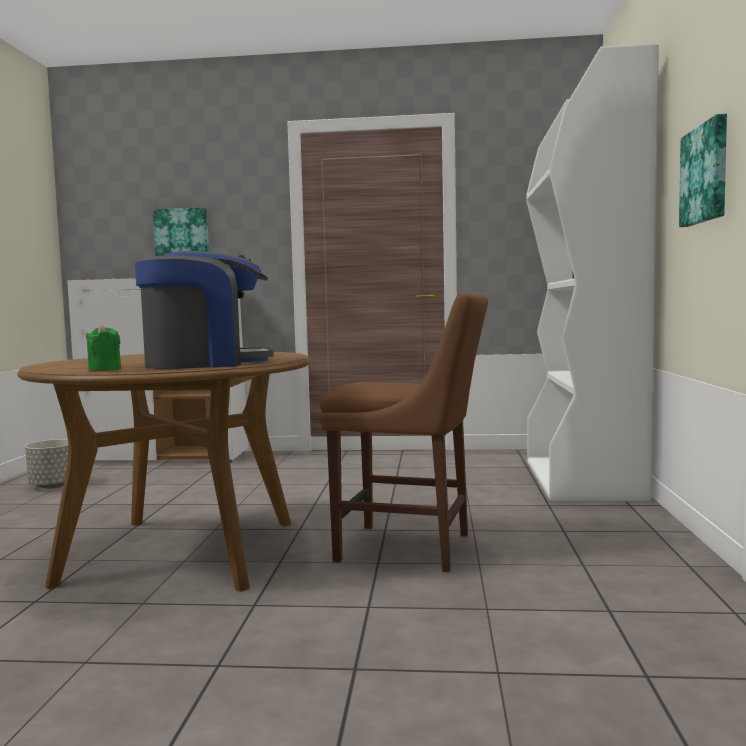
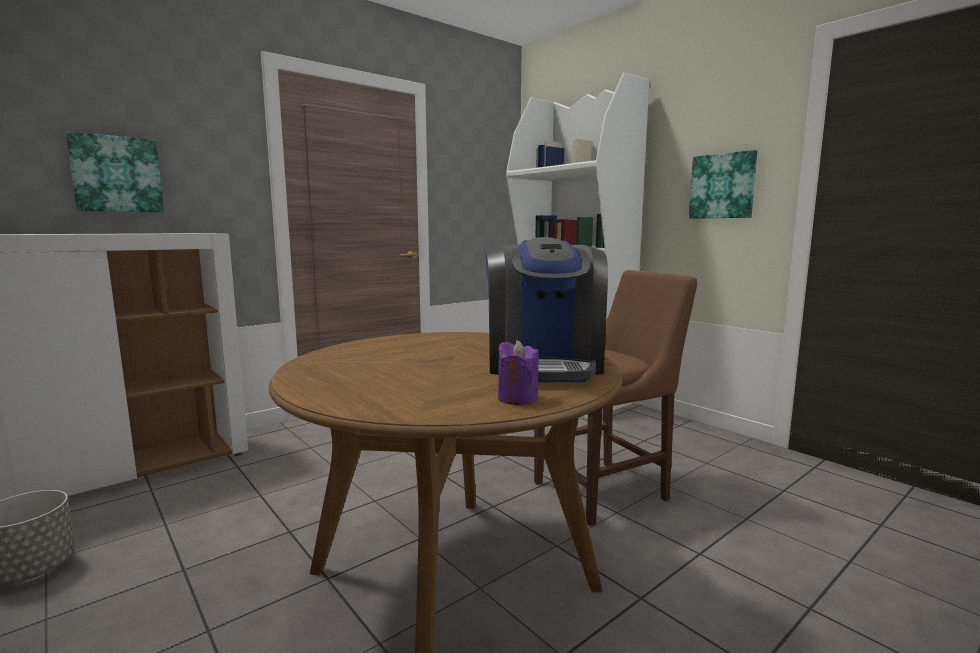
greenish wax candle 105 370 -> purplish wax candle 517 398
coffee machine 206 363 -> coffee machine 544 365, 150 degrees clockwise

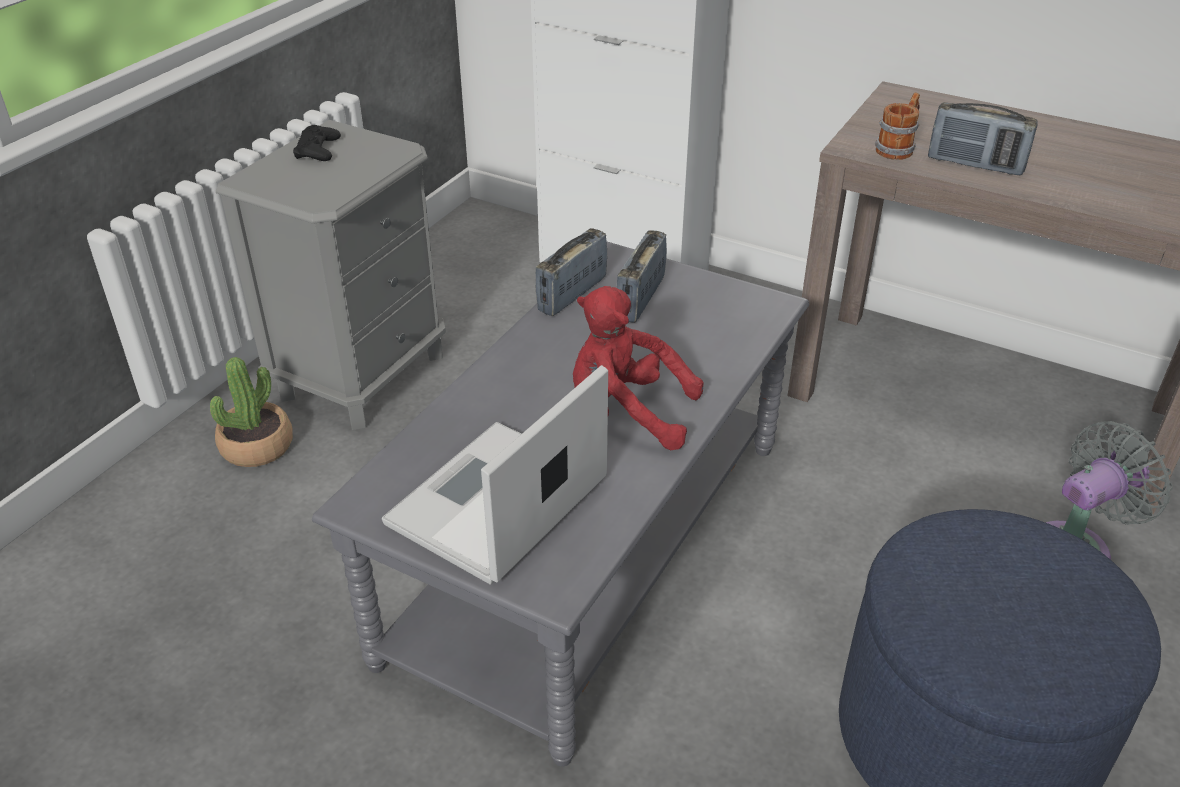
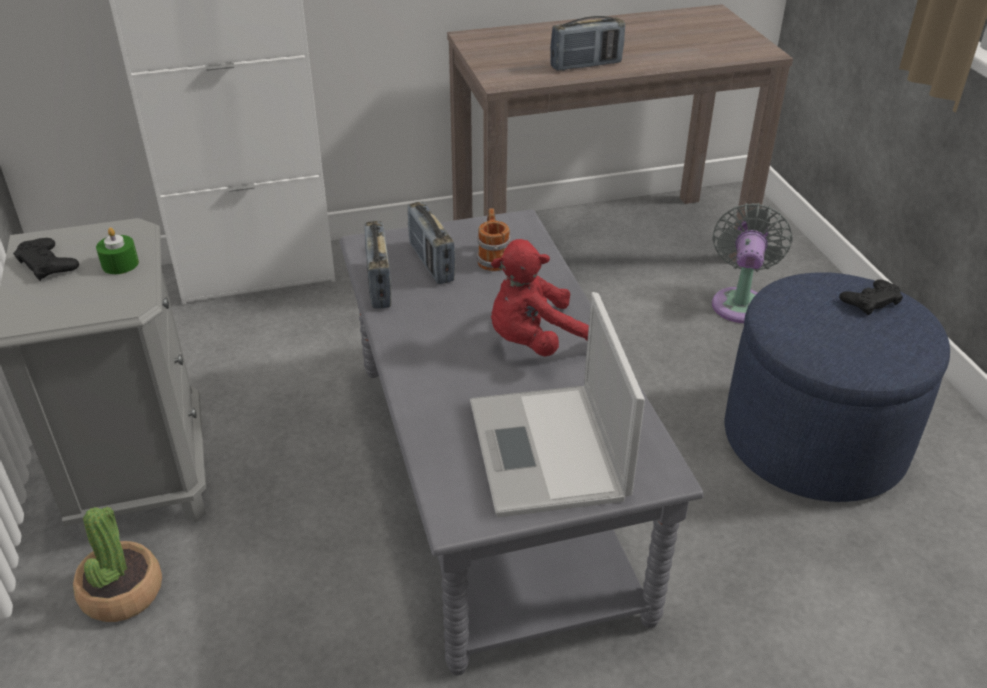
tea mug 897 148 -> tea mug 493 258, move
none -> greenish wax candle 120 264
none -> black game controller 870 301

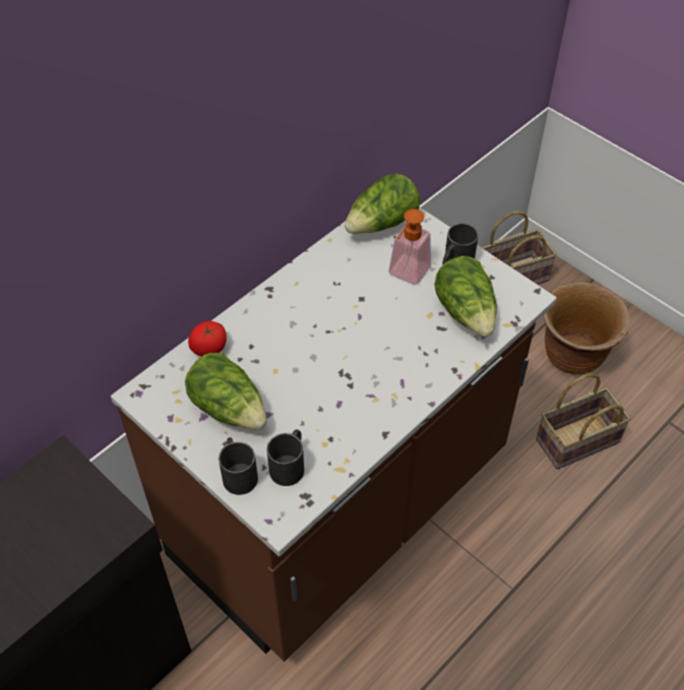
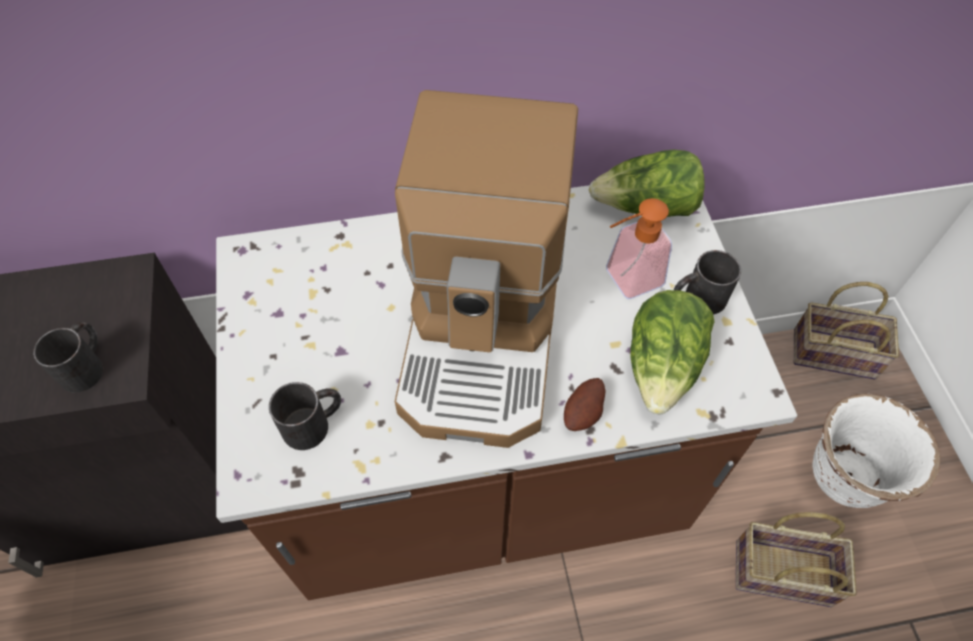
lettuce head 229 407 -> none
tomato 209 349 -> none
black tea mug 238 472 -> black tea mug 86 365, move
brown-coloured flower pot 573 356 -> white-coloured flower pot 845 478
none -> coffee machine 486 332
none -> potato 584 413

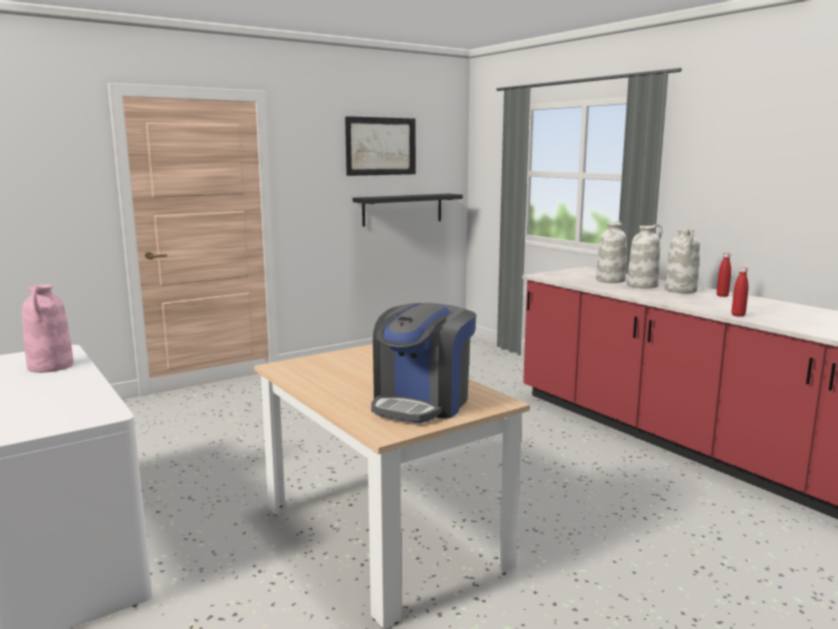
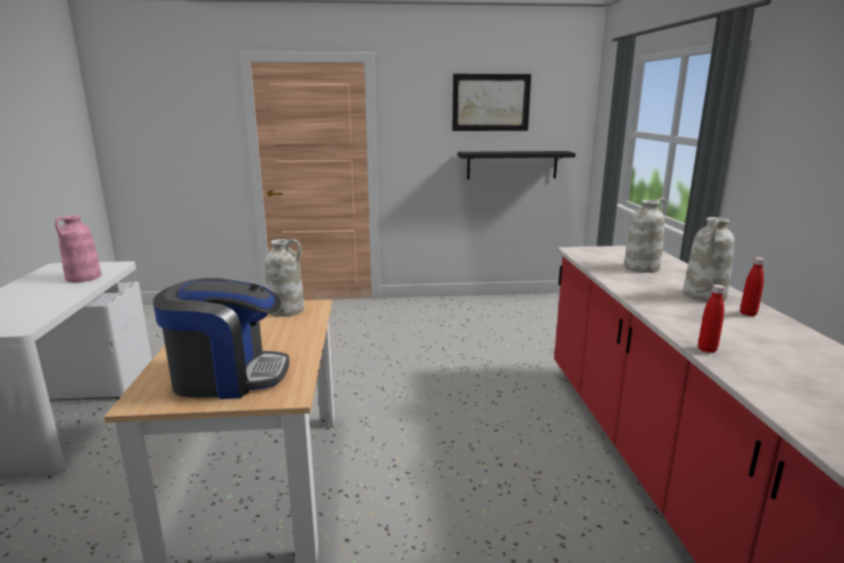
coffee machine 422 403 -> coffee machine 228 376, 150 degrees counterclockwise
white-coloured flower vase 642 285 -> white-coloured flower vase 286 310, move

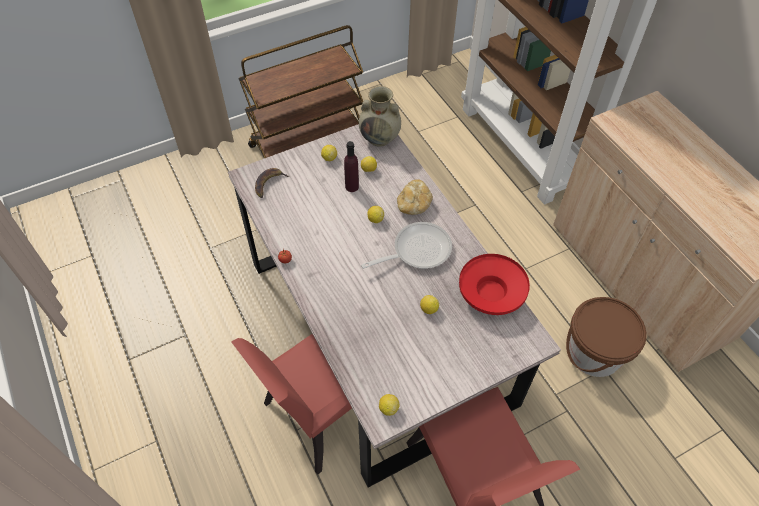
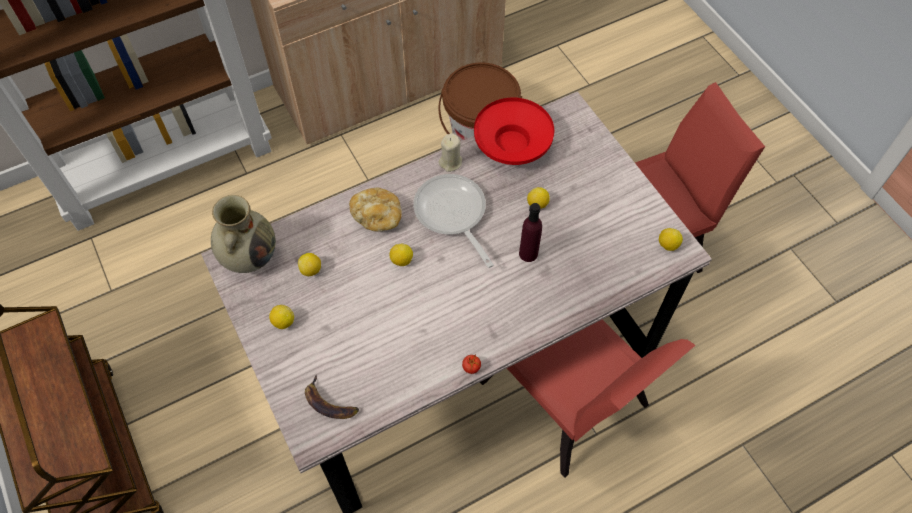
purplish beverage bottle 352 186 -> purplish beverage bottle 528 253, move
none -> sand-coloured wax candle 450 162

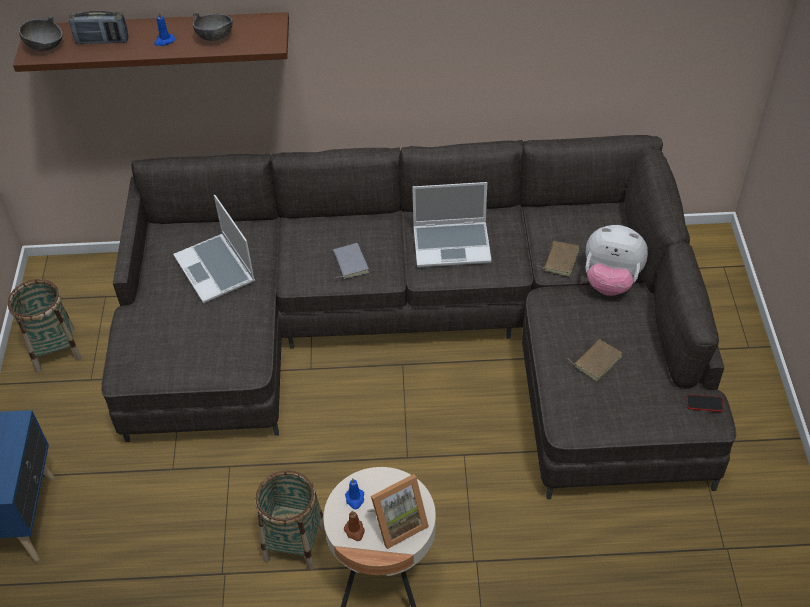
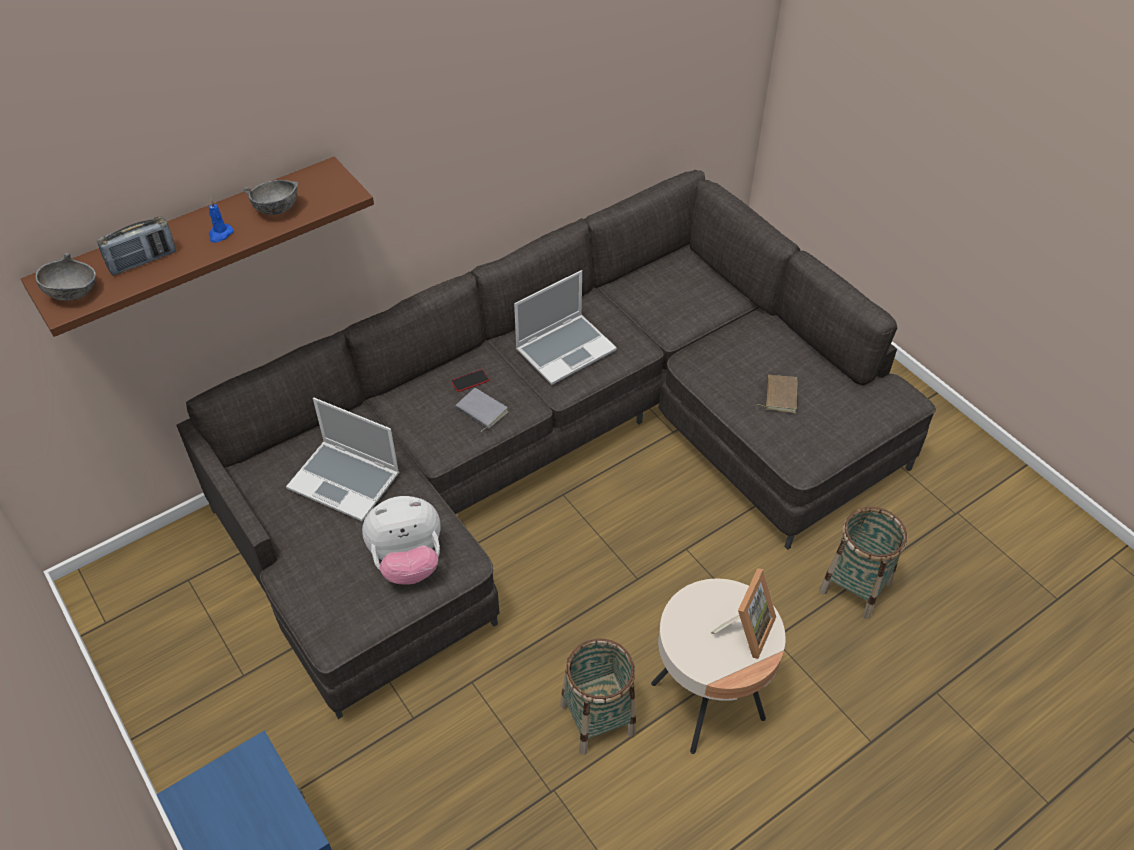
basket 55 349 -> basket 855 586, move
brown-coloured wax candle 355 531 -> none
bluish wax candle 355 499 -> none
brown-coloured bound book 560 260 -> none
soft toy 610 281 -> soft toy 408 561, move
handset 704 403 -> handset 470 381, move

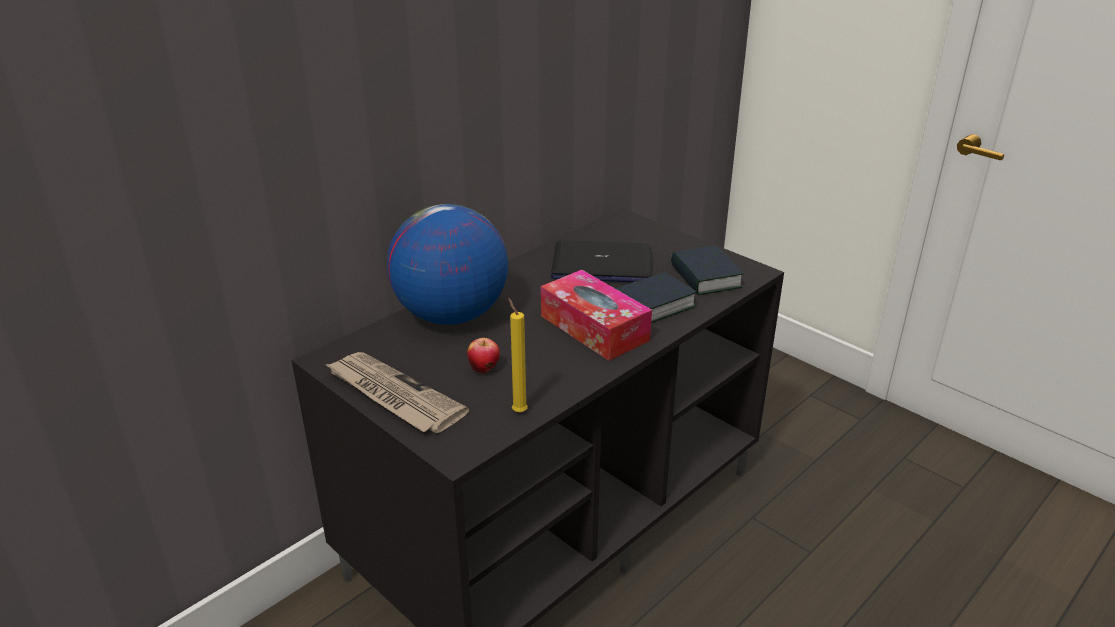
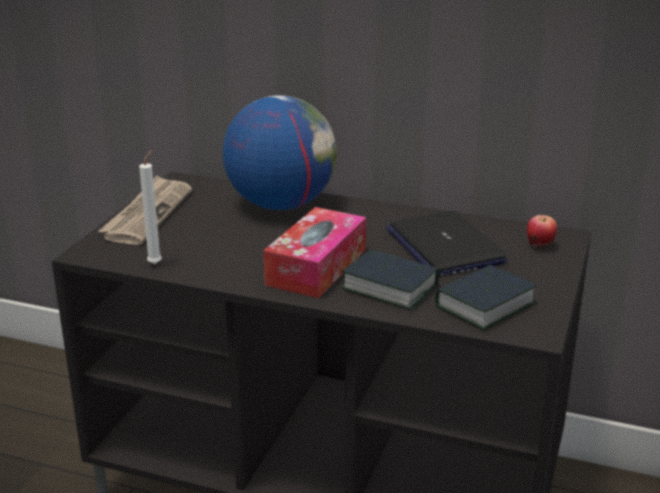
apple fruit 484 369 -> apple fruit 540 246, move
yellow-coloured wax candle 518 411 -> white-coloured wax candle 156 263

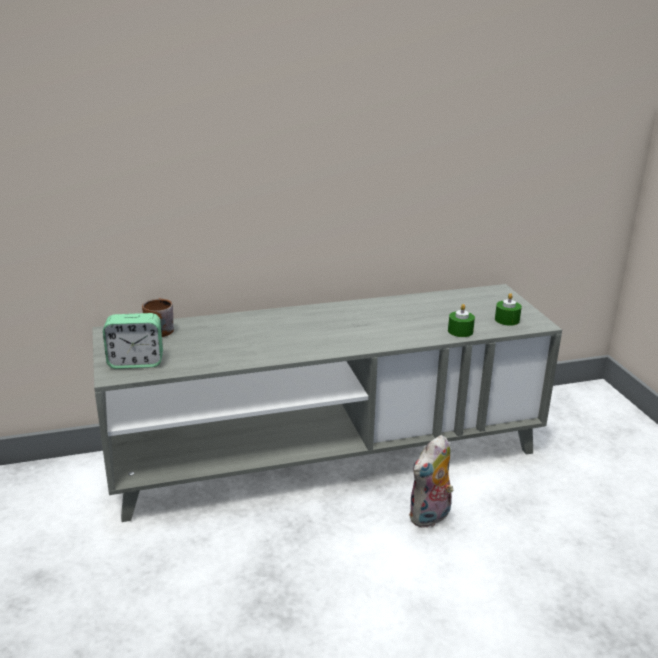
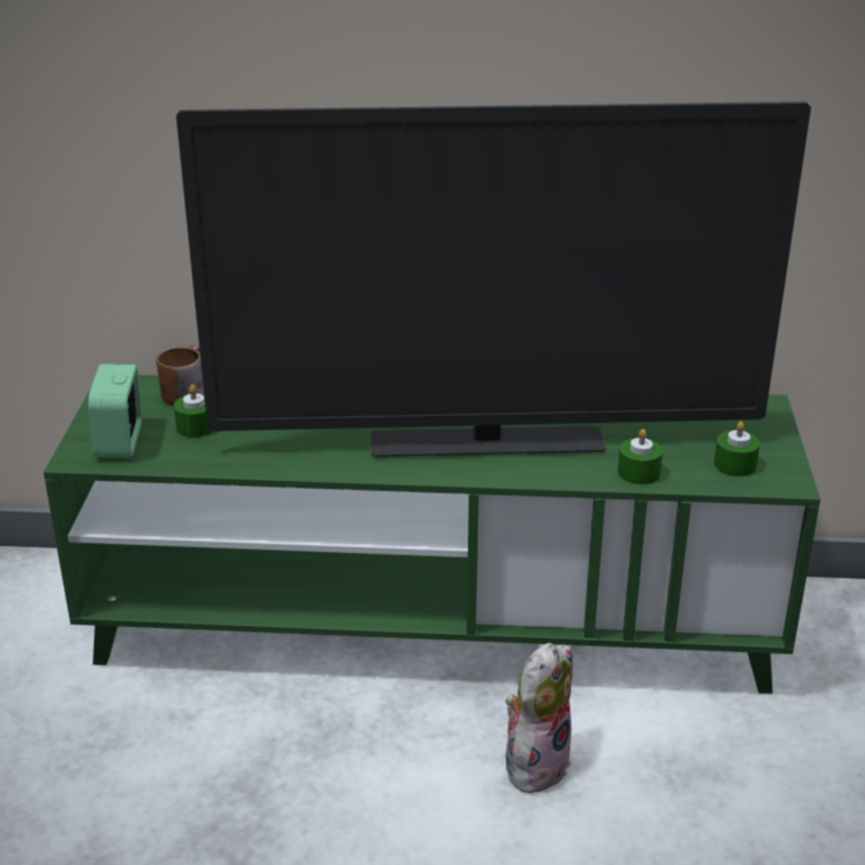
greyish media console 326 455 -> greenish media console 432 625
bedside clock 136 362 -> bedside clock 120 442, 75 degrees clockwise
soft toy 430 517 -> soft toy 535 763, 150 degrees clockwise
none -> greenish wax candle 196 427
none -> TV set 487 444

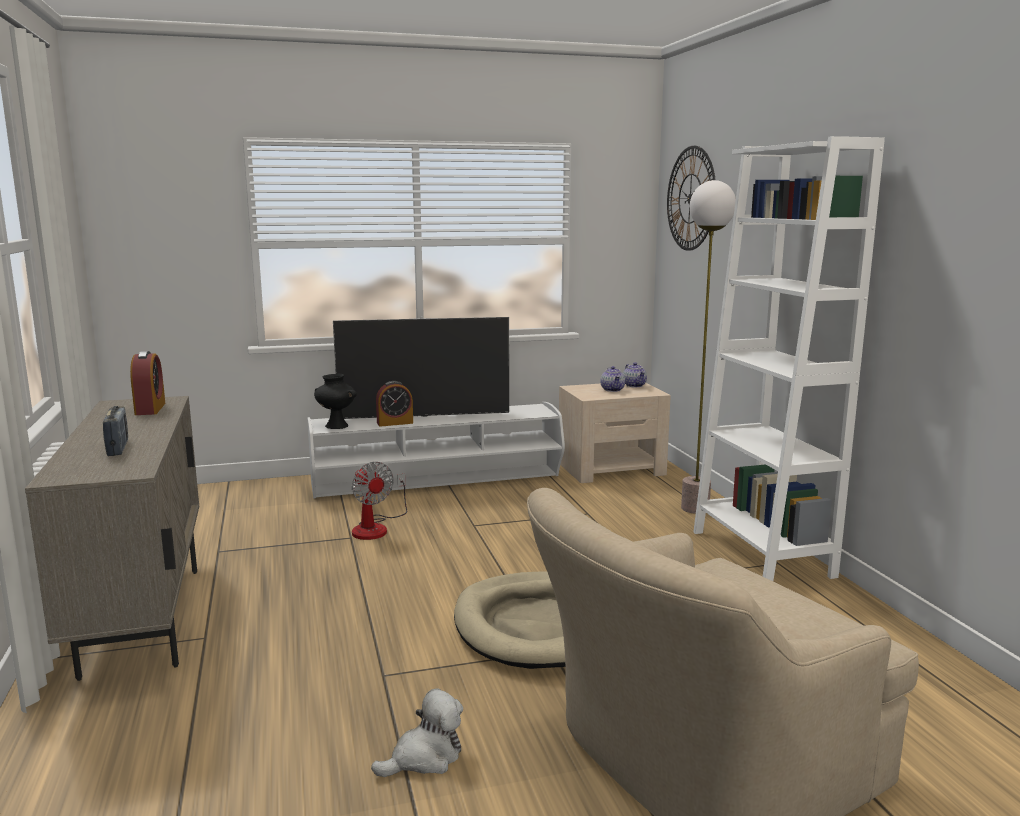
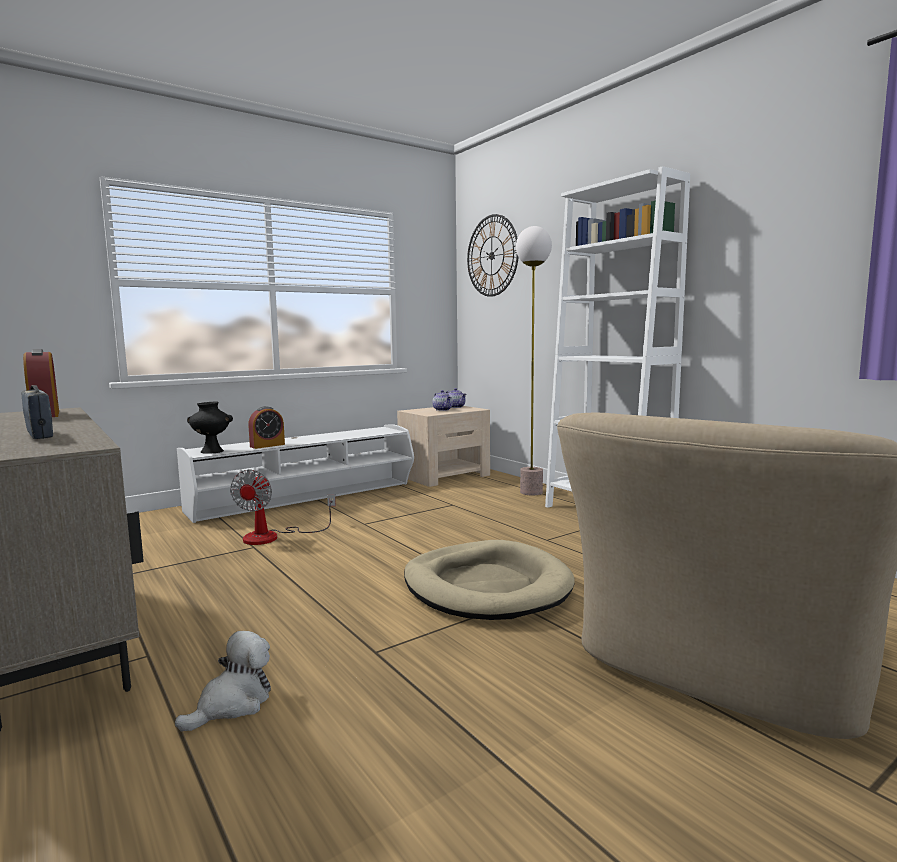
TV set 424 416 -> none
cooling fan 376 527 -> cooling fan 273 536, 60 degrees clockwise
soft toy 424 758 -> soft toy 232 704, move

